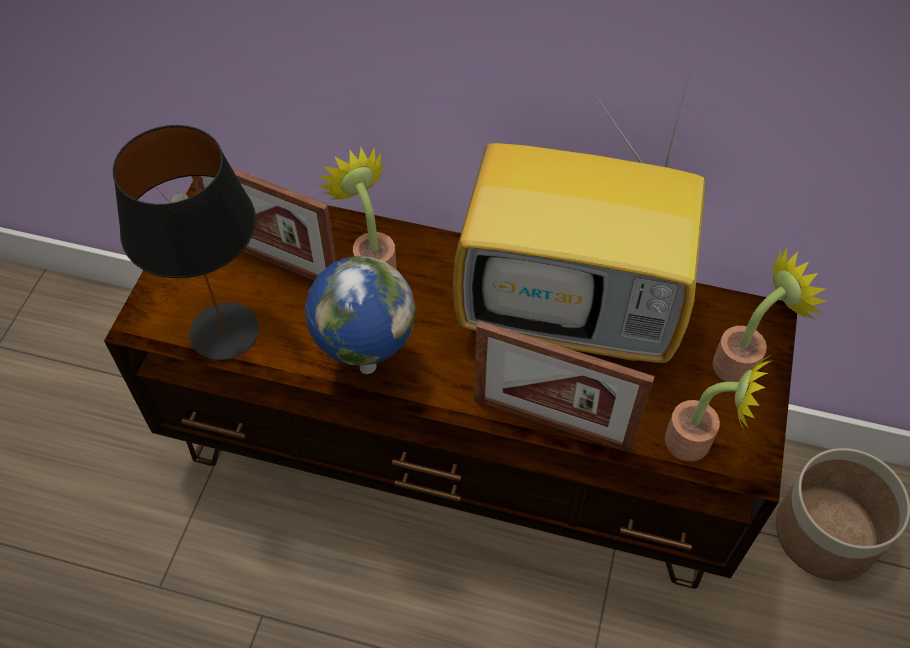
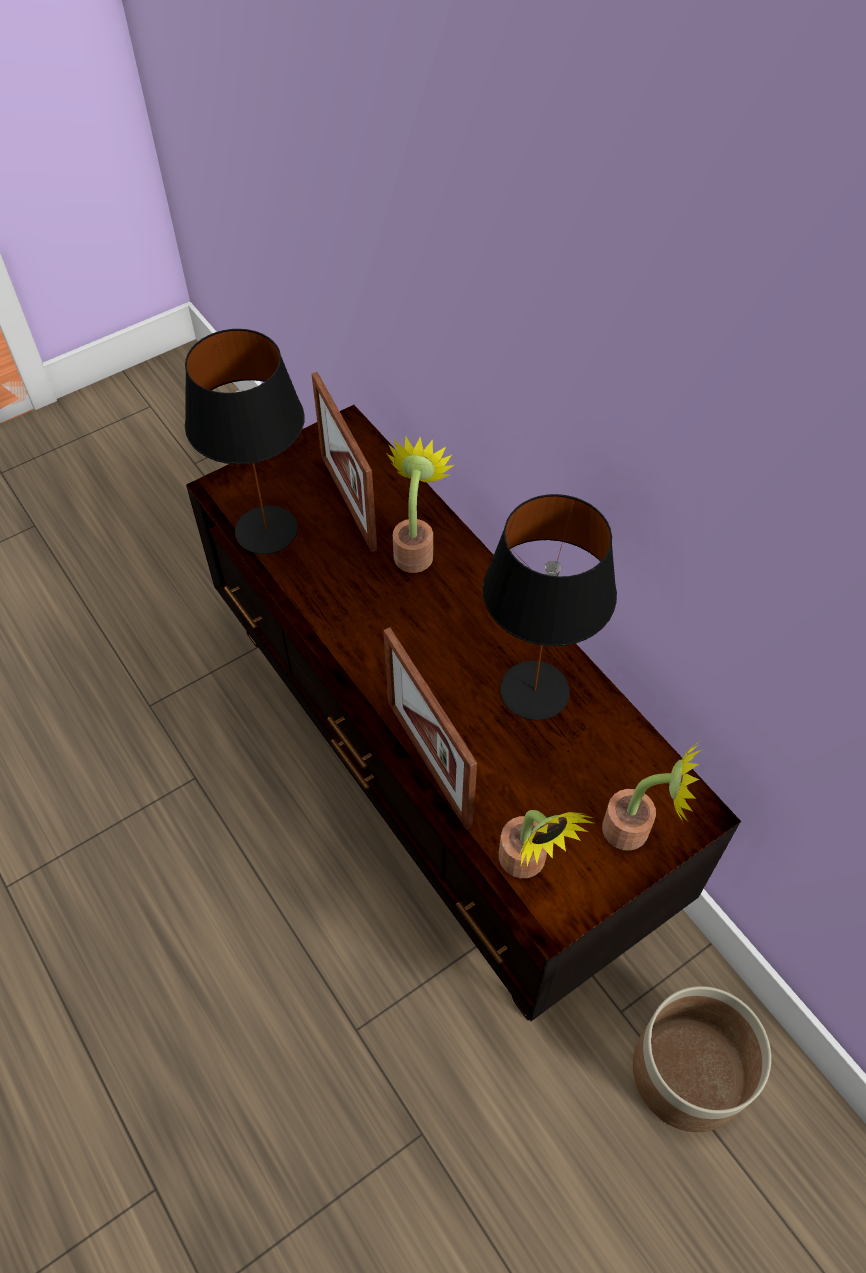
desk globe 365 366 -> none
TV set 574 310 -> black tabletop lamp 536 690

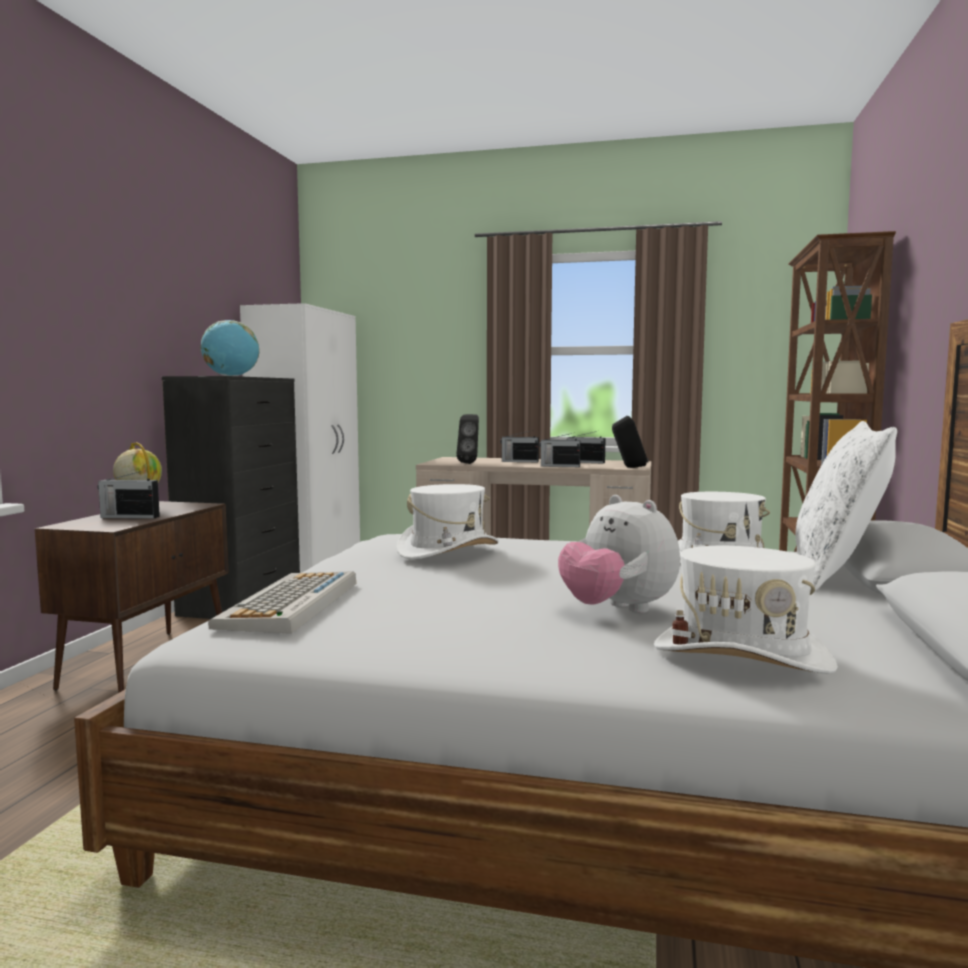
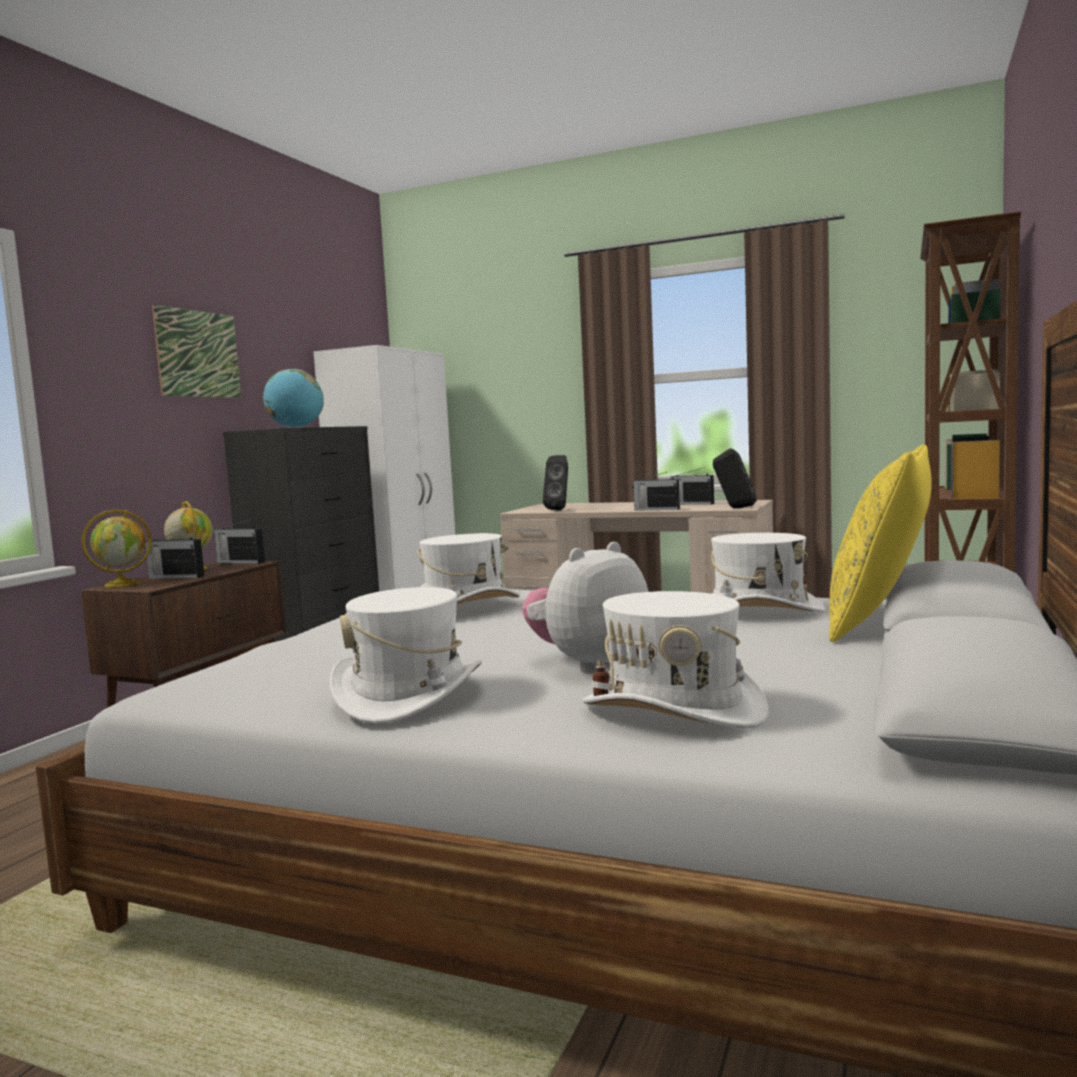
keyboard 290 604 -> none
radio set 519 461 -> radio set 240 562, move
soft toy 617 610 -> soft toy 588 664, 75 degrees clockwise
white-coloured cushion 836 573 -> yellow-coloured cushion 881 622
none -> desk globe 123 584
none -> wall picture 198 354
none -> white-coloured wearable hat 409 695

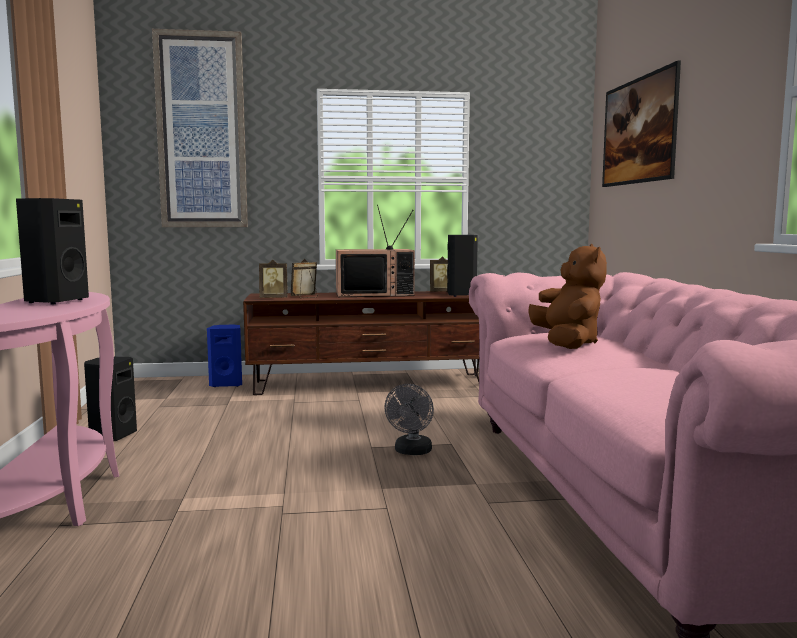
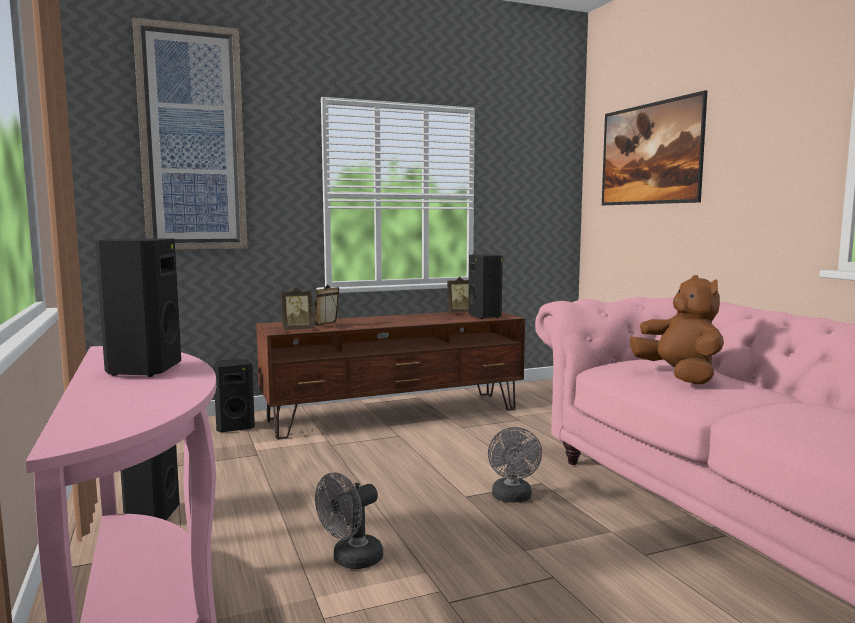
bluish audio speaker 227 384 -> black audio speaker 235 427
TV set 375 294 -> none
none -> greyish cooling fan 351 561

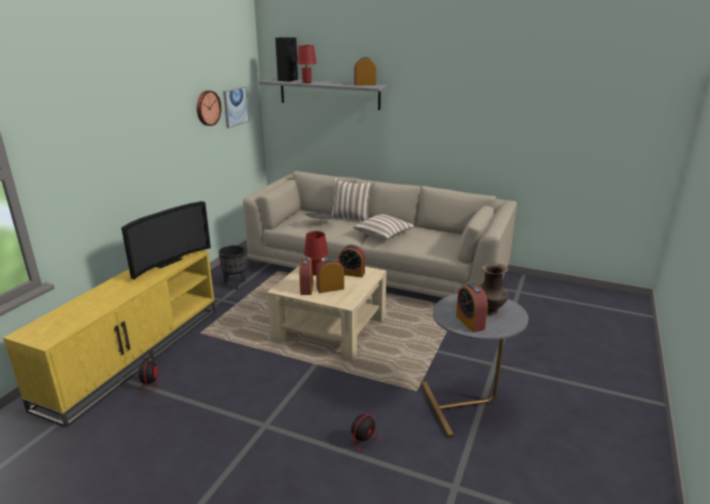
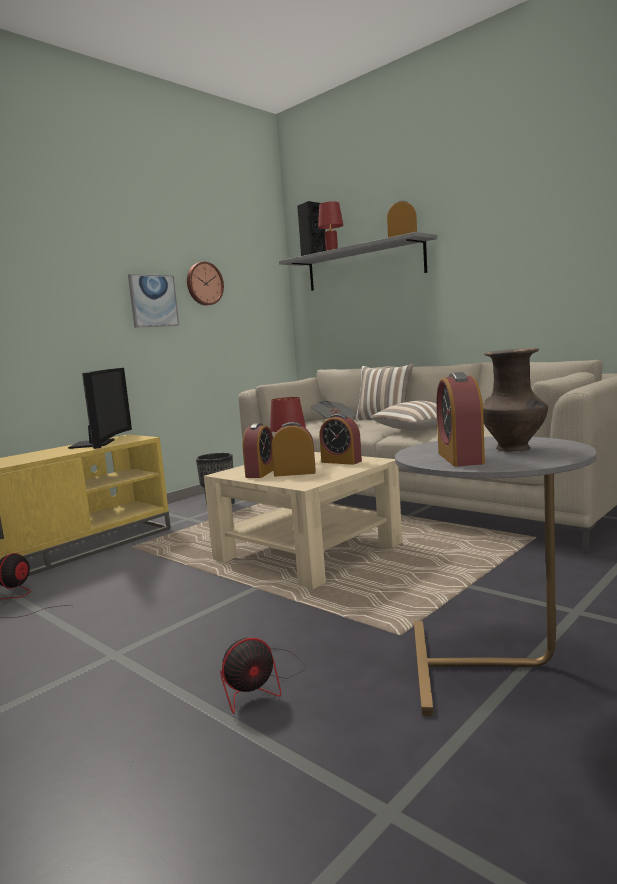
TV set 166 262 -> TV set 99 443, 60 degrees counterclockwise
wall picture 235 107 -> wall picture 153 301, move

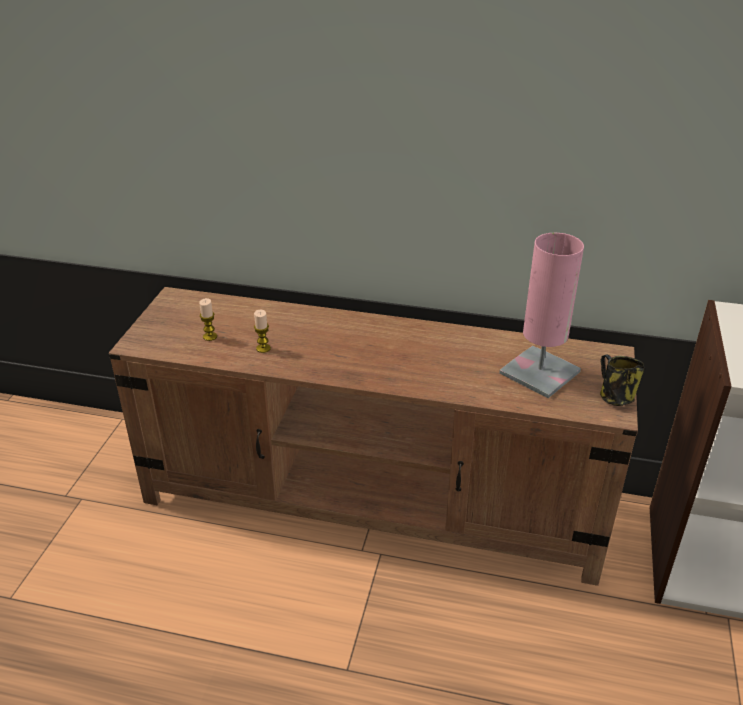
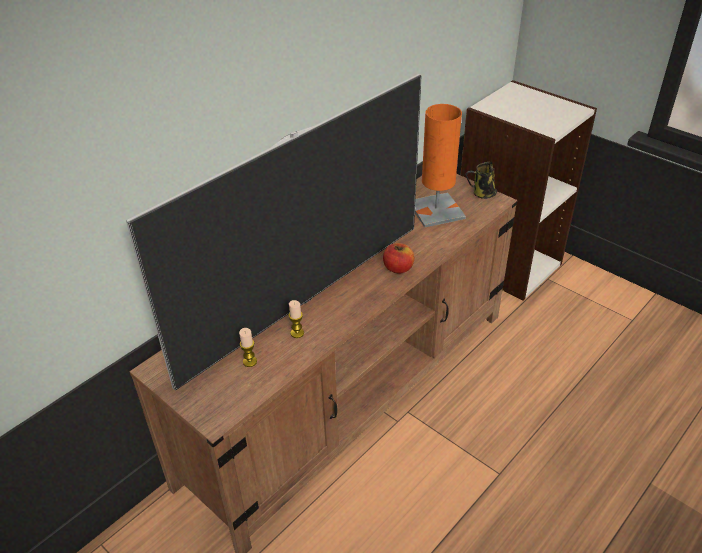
pink-coloured tabletop lamp 539 372 -> orange tabletop lamp 436 211
none -> TV set 306 299
none -> apple fruit 398 268

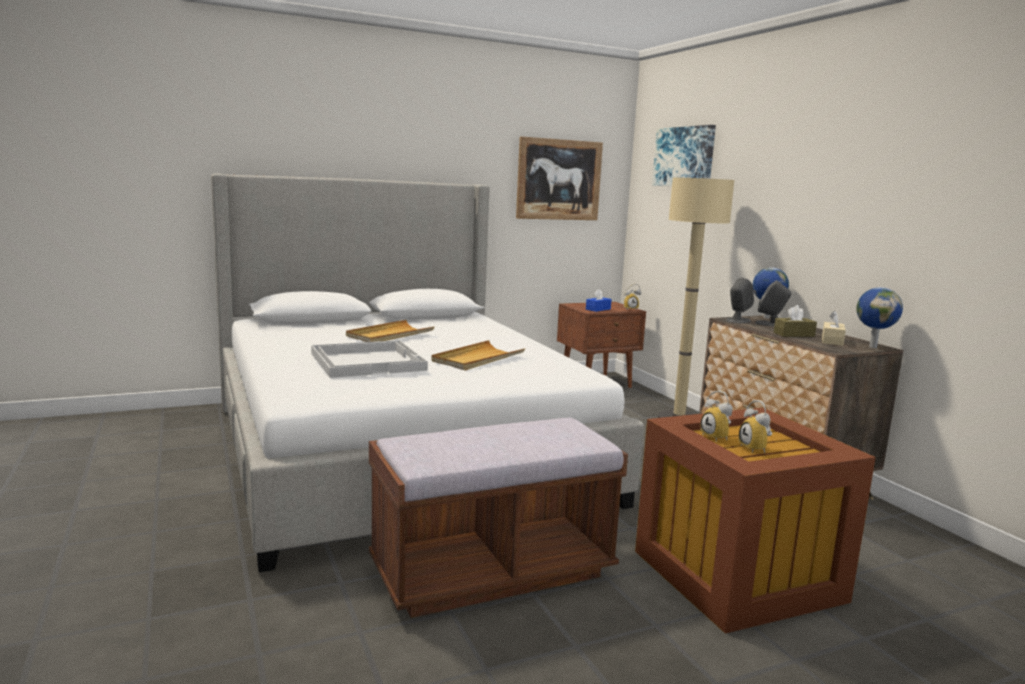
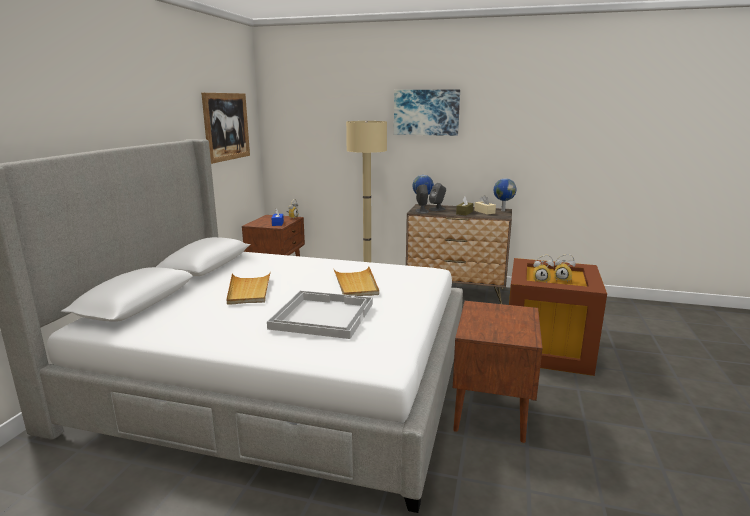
brown-coloured long seat 492 572 -> brown-coloured bedside table 491 414
wall picture 684 157 -> wall picture 426 112, move

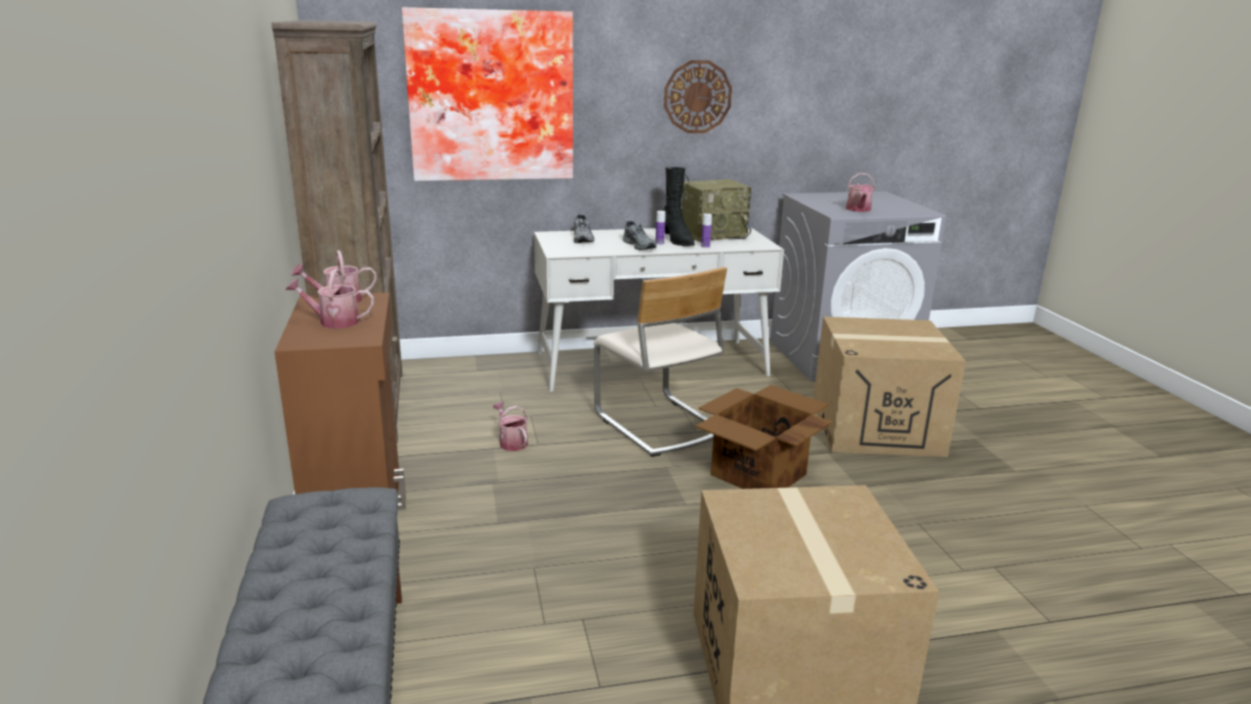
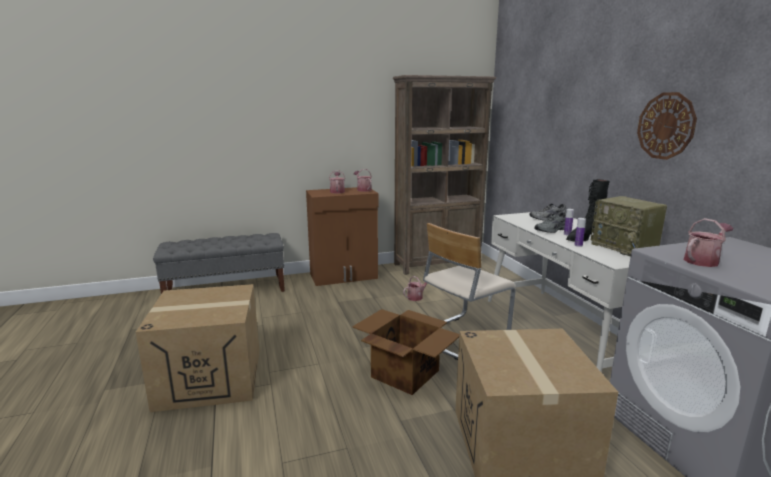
wall picture 491 96 -> none
watering pot 859 210 -> watering pot 703 260, 150 degrees clockwise

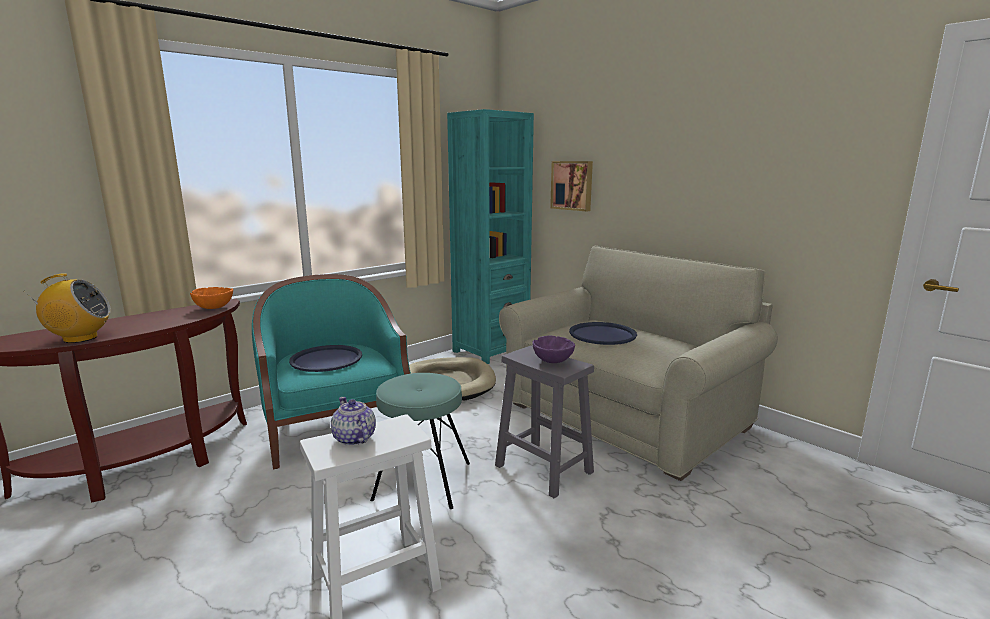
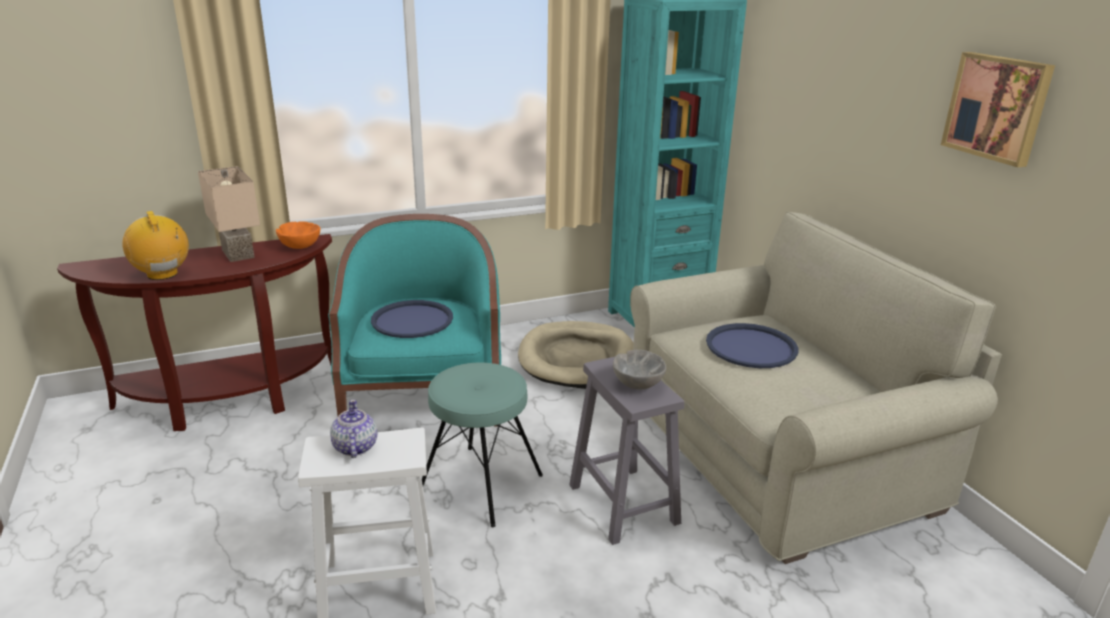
radio set 80 338 -> radio set 162 274, 135 degrees counterclockwise
purplish deep dish 552 361 -> greyish deep dish 637 384
wall picture 572 185 -> wall picture 997 107, move
none -> sand-coloured tabletop lamp 240 253

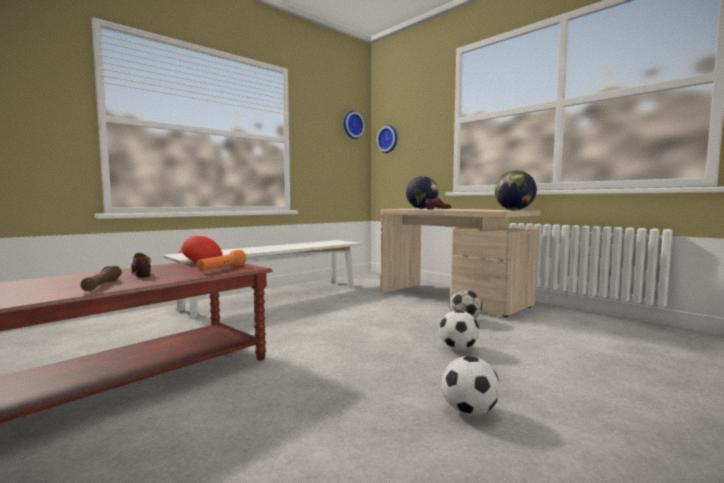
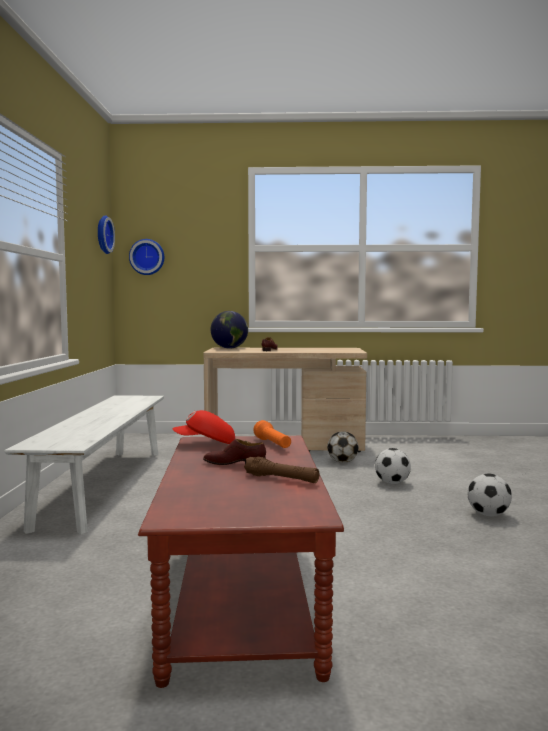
desk globe 514 210 -> none

